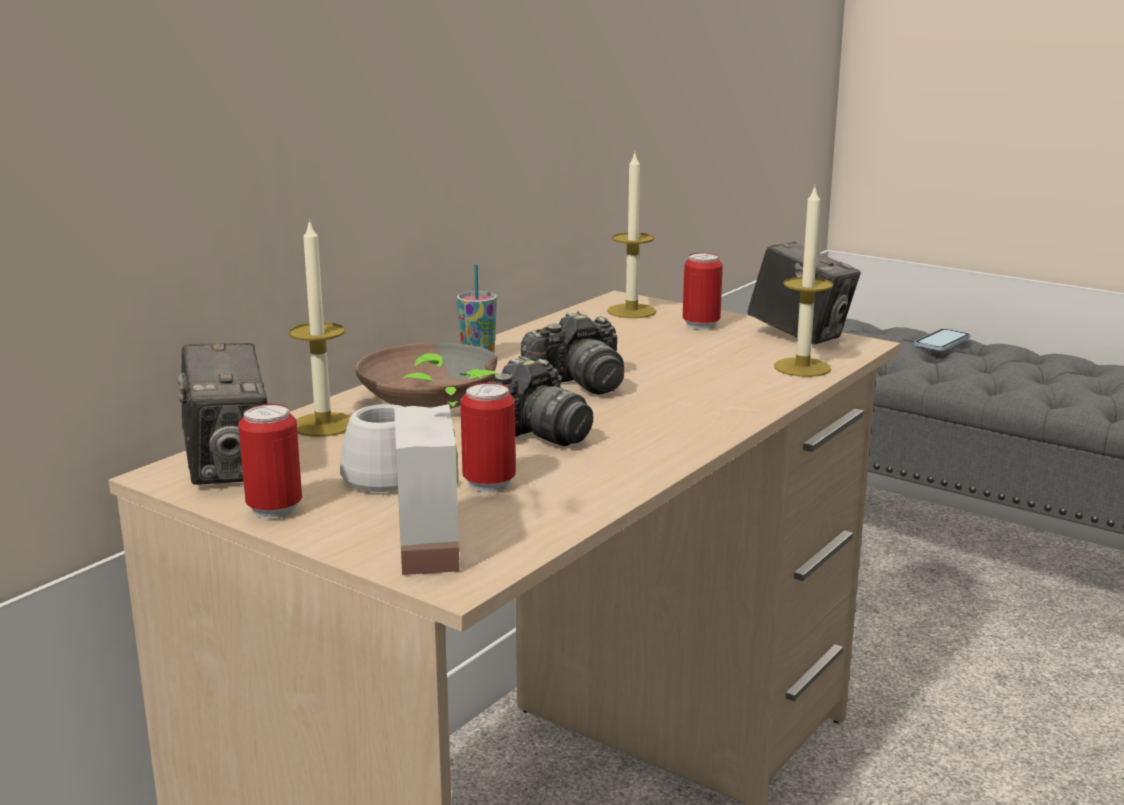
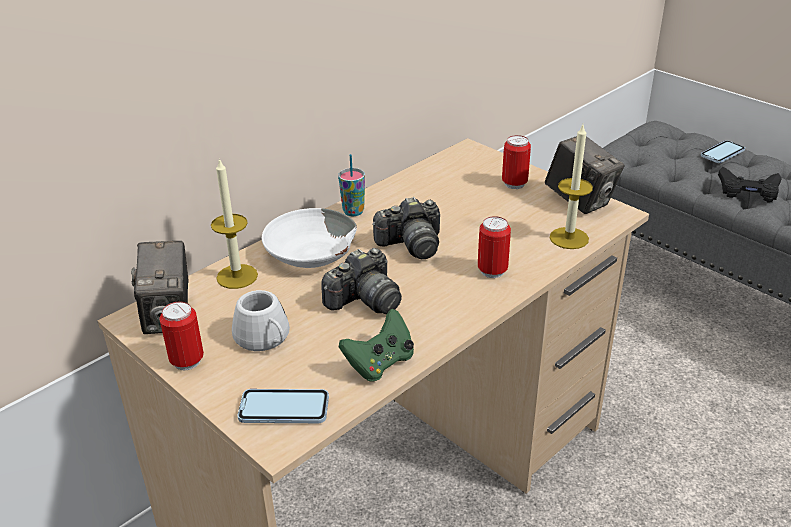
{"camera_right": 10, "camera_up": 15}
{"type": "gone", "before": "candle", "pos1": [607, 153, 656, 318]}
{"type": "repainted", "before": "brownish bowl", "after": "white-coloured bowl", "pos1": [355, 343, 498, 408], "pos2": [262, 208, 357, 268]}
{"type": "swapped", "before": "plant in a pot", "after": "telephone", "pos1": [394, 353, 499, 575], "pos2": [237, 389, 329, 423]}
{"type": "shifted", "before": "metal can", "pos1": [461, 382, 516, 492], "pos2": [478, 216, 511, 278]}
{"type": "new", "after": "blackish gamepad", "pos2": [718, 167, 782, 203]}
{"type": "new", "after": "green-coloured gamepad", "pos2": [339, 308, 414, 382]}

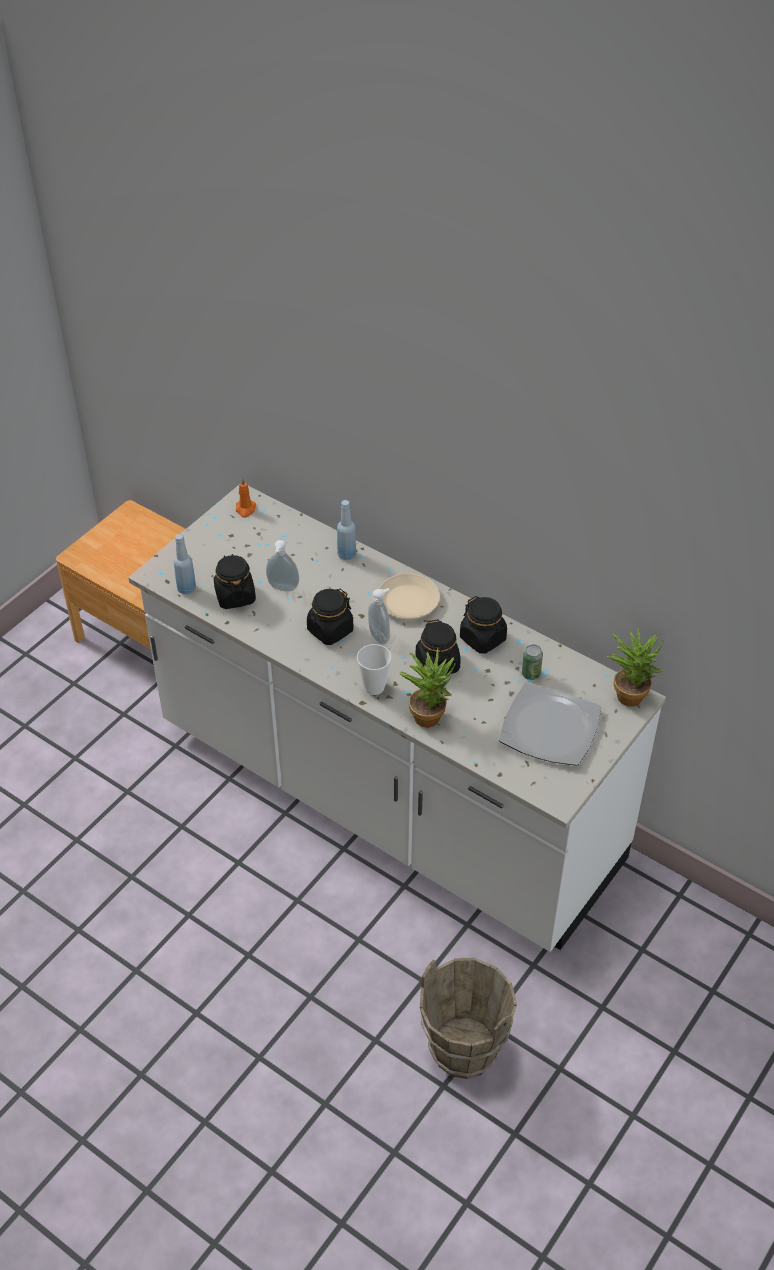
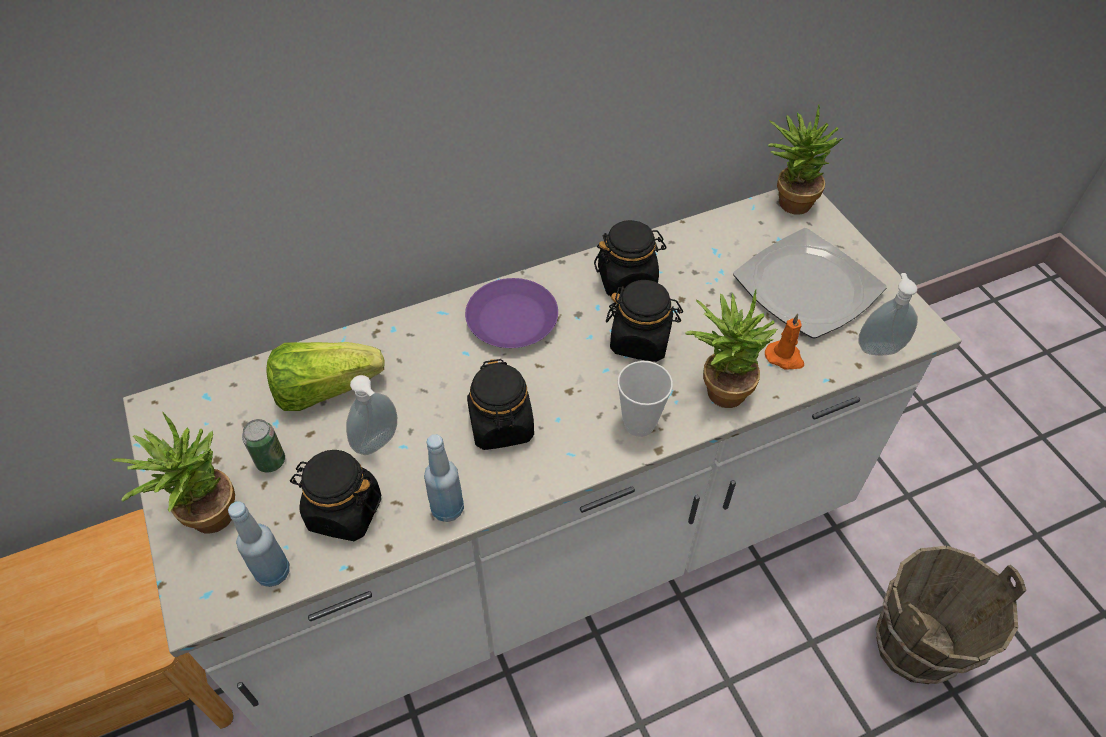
{"camera_right": -60, "camera_up": 5}
{"type": "shifted", "before": "orangey candle", "pos1": [236, 479, 256, 518], "pos2": [765, 314, 804, 370]}
{"type": "shifted", "before": "bluish drink bottle", "pos1": [337, 500, 356, 560], "pos2": [424, 434, 464, 522]}
{"type": "repainted", "before": "beige dinner plate", "after": "purplish dinner plate", "pos1": [379, 574, 440, 619], "pos2": [465, 278, 558, 348]}
{"type": "shifted", "before": "soap dispenser", "pos1": [368, 588, 390, 644], "pos2": [858, 273, 918, 355]}
{"type": "shifted", "before": "metal can", "pos1": [522, 645, 543, 680], "pos2": [242, 419, 285, 473]}
{"type": "new", "after": "lettuce", "pos2": [266, 342, 384, 411]}
{"type": "new", "after": "plant in a pot", "pos2": [111, 411, 235, 534]}

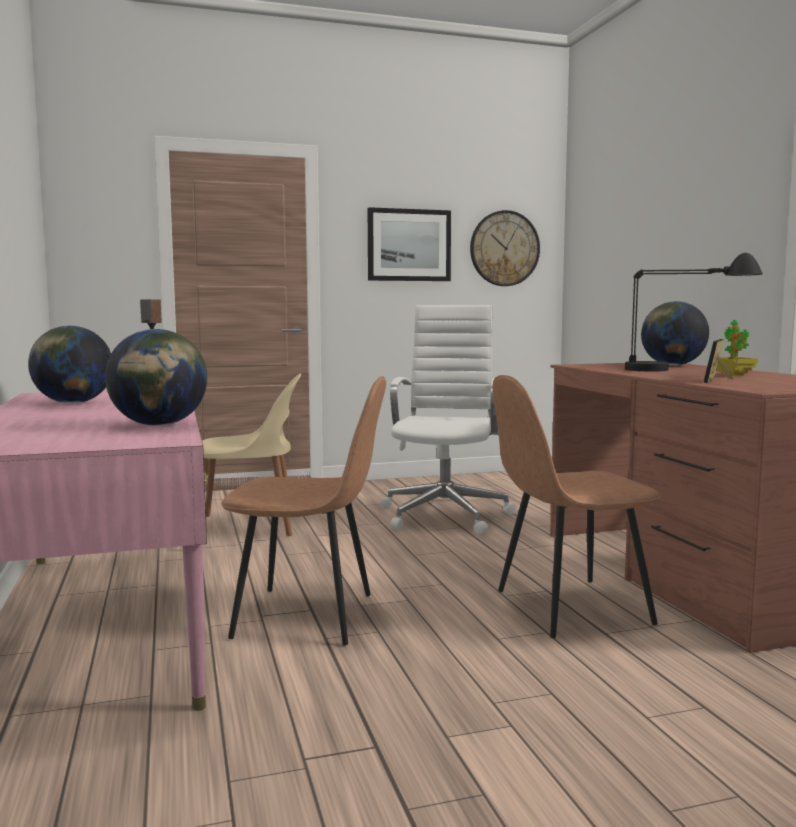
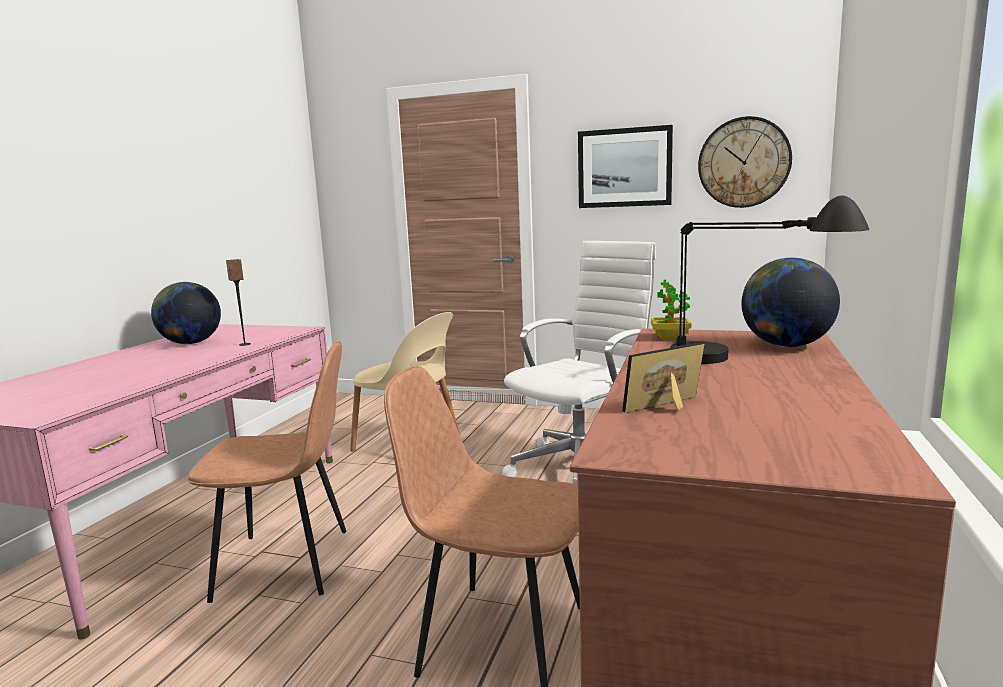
{"camera_right": 35, "camera_up": 5}
{"type": "shifted", "before": "plant in a pot", "pos1": [717, 320, 758, 375], "pos2": [651, 280, 691, 340]}
{"type": "gone", "before": "world globe", "pos1": [105, 329, 207, 426]}
{"type": "rotated", "before": "brownish upright chair", "pos1": [221, 376, 386, 645], "pos2": [187, 341, 346, 603], "turn": -45}

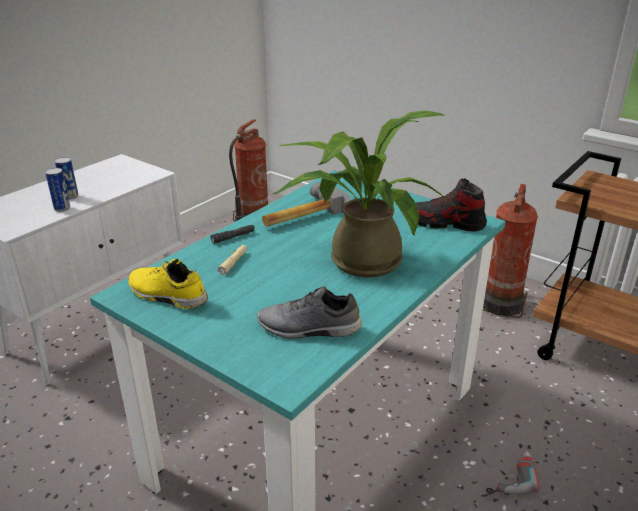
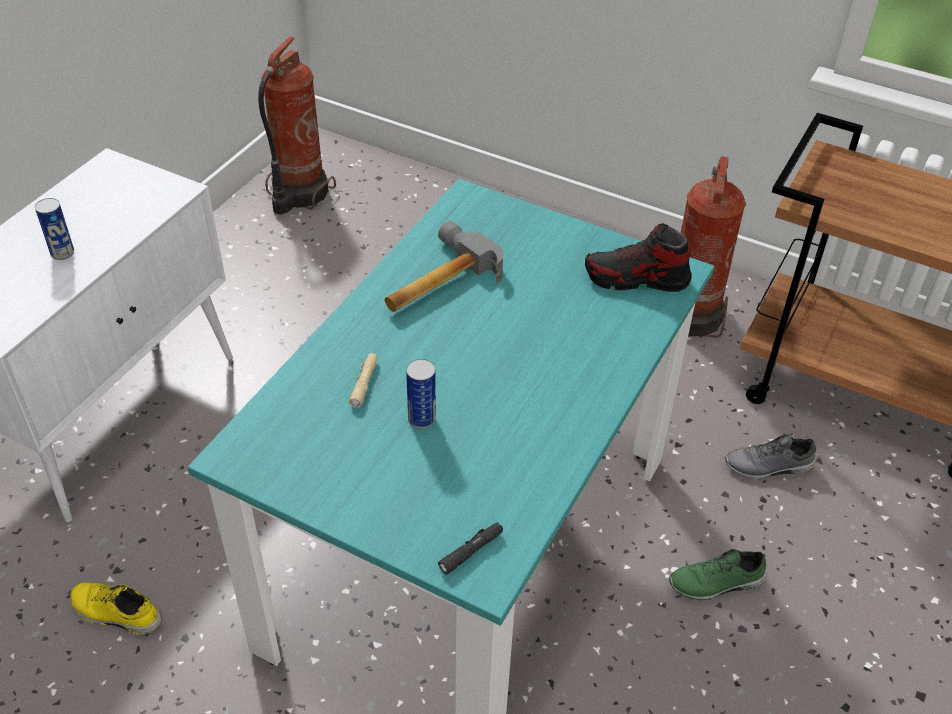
{"camera_right": -10, "camera_up": 15}
{"type": "gone", "before": "plant in a pot", "pos1": [274, 111, 454, 278]}
{"type": "shifted", "before": "metal can", "pos1": [45, 168, 70, 212], "pos2": [406, 359, 436, 429]}
{"type": "shifted", "before": "blackish hand torch", "pos1": [211, 225, 255, 244], "pos2": [438, 522, 503, 575]}
{"type": "shifted", "before": "yellow low shoe", "pos1": [128, 259, 208, 309], "pos2": [70, 582, 162, 635]}
{"type": "shifted", "before": "greyish low shoe", "pos1": [257, 286, 362, 339], "pos2": [725, 434, 816, 479]}
{"type": "swapped", "before": "drill", "after": "green-coloured low shoe", "pos1": [481, 451, 539, 496], "pos2": [669, 549, 767, 601]}

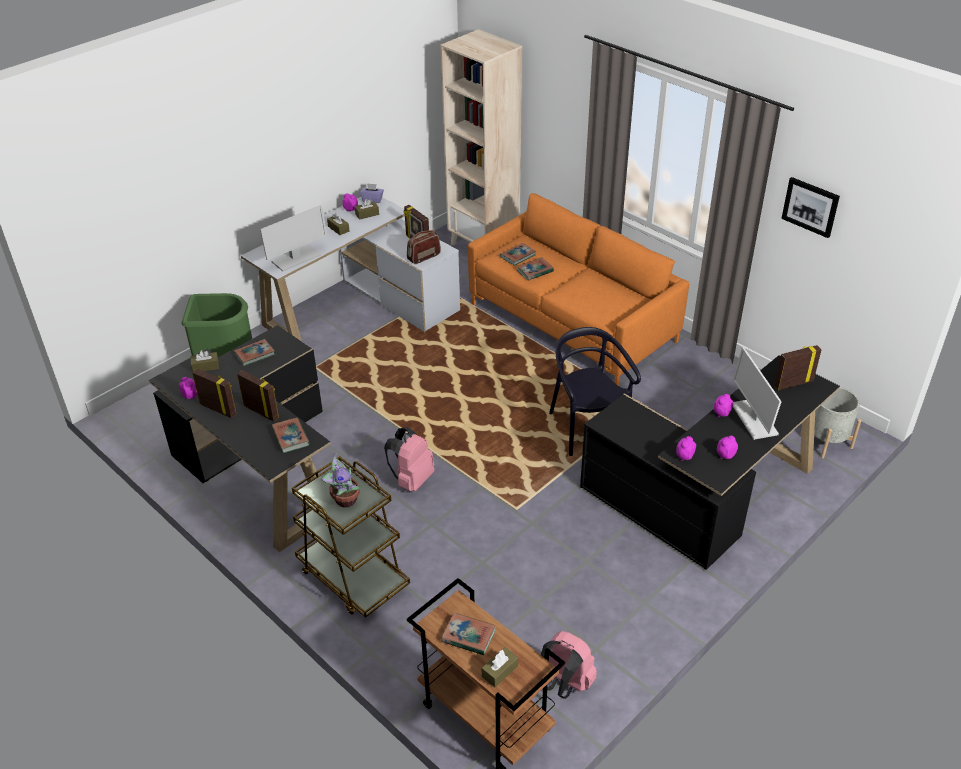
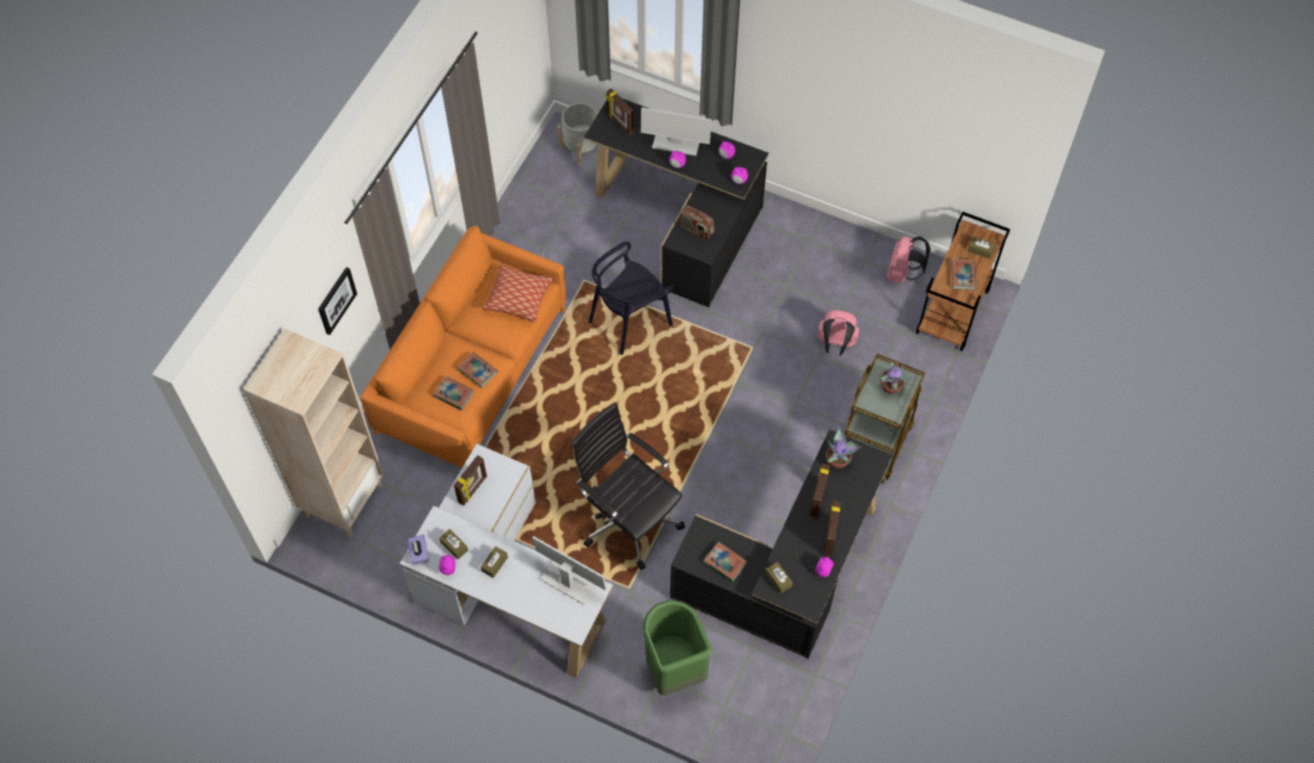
{"camera_right": -110, "camera_up": 20}
{"type": "shifted", "before": "wall art", "pos1": [781, 177, 840, 238], "pos2": [318, 267, 357, 335]}
{"type": "shifted", "before": "radio", "pos1": [407, 230, 441, 264], "pos2": [678, 205, 715, 241]}
{"type": "rotated", "before": "computer screen", "pos1": [733, 347, 782, 440], "pos2": [641, 107, 712, 156], "turn": 45}
{"type": "swapped", "before": "volume", "after": "plant in a pot", "pos1": [272, 418, 310, 453], "pos2": [826, 427, 861, 469]}
{"type": "shifted", "before": "pink-coloured backpack", "pos1": [384, 427, 434, 492], "pos2": [818, 310, 859, 356]}
{"type": "new", "after": "throw pillow", "pos2": [482, 264, 553, 323]}
{"type": "new", "after": "blackish computer chair", "pos2": [571, 402, 685, 570]}

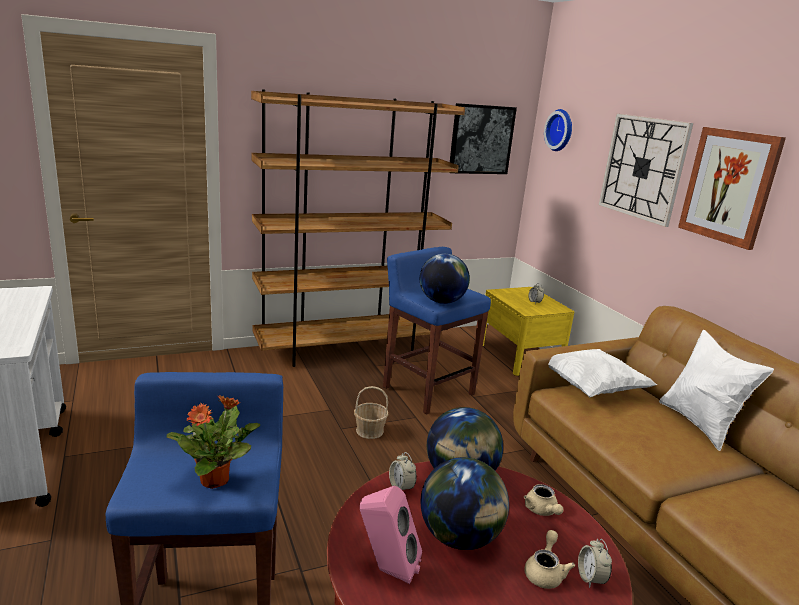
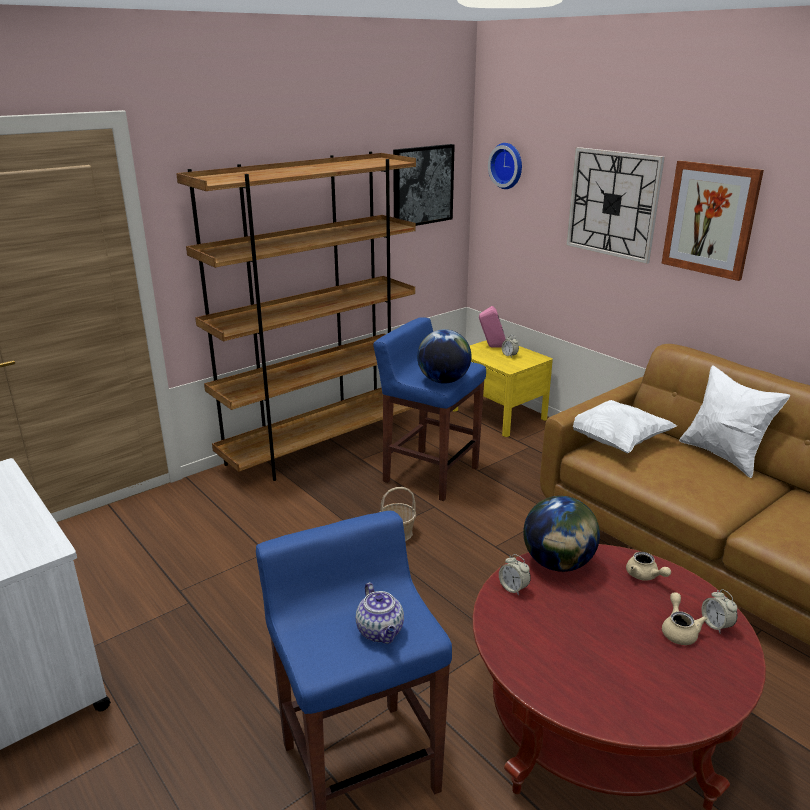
{"camera_right": -15, "camera_up": 5}
{"type": "swapped", "before": "plant in a pot", "after": "tea pot", "pos1": [167, 395, 260, 489], "pos2": [356, 582, 404, 644]}
{"type": "gone", "before": "world globe", "pos1": [421, 457, 509, 550]}
{"type": "shifted", "before": "pink-coloured audio speaker", "pos1": [360, 486, 422, 584], "pos2": [479, 306, 506, 348]}

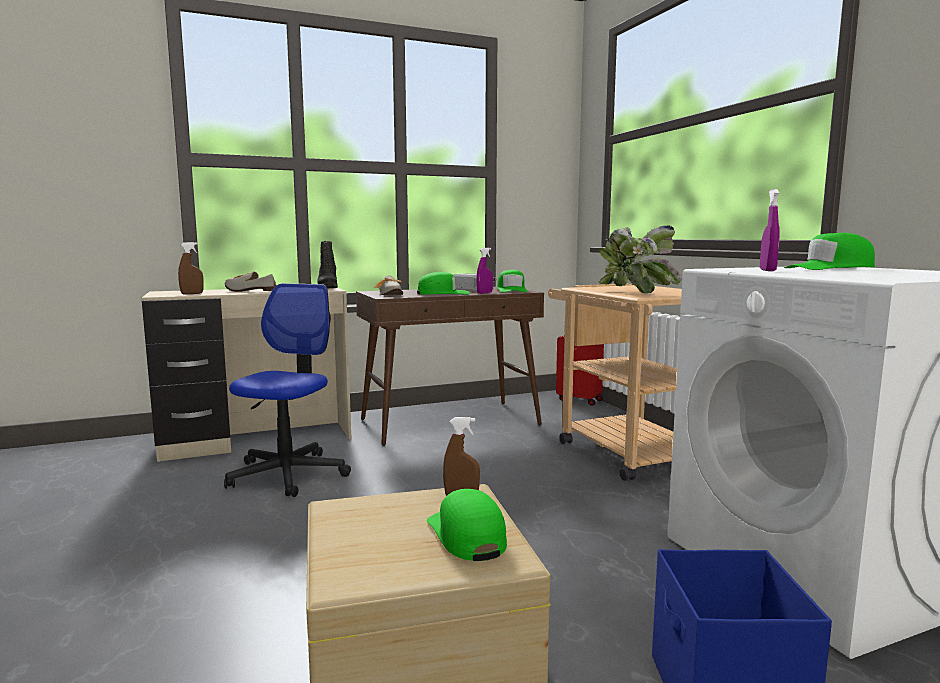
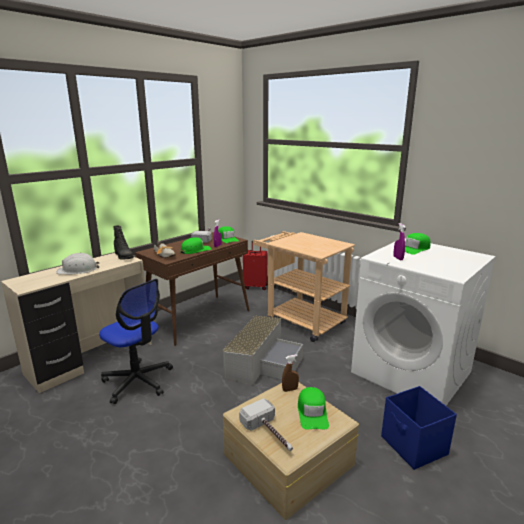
{"camera_right": -25, "camera_up": 10}
{"type": "gone", "before": "plant in a pot", "pos1": [599, 226, 682, 294]}
{"type": "gone", "before": "brownish spray bottle", "pos1": [178, 242, 204, 295]}
{"type": "swapped", "before": "low shoe", "after": "white-coloured hard hat", "pos1": [224, 271, 277, 292], "pos2": [56, 252, 100, 274]}
{"type": "rotated", "before": "computer chair", "pos1": [224, 283, 351, 497], "pos2": [99, 279, 173, 404], "turn": 135}
{"type": "rotated", "before": "green-coloured peaked cap", "pos1": [427, 489, 507, 561], "pos2": [298, 387, 329, 429], "turn": -135}
{"type": "new", "after": "greyish storage container", "pos2": [223, 316, 303, 385]}
{"type": "new", "after": "hand hammer", "pos2": [239, 398, 293, 451]}

